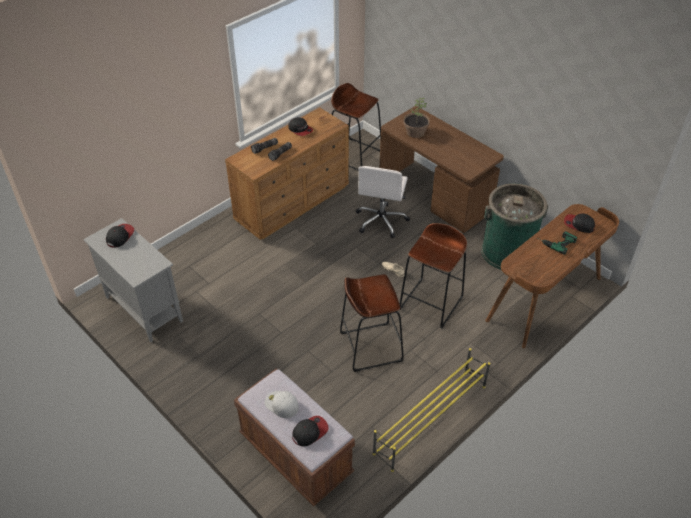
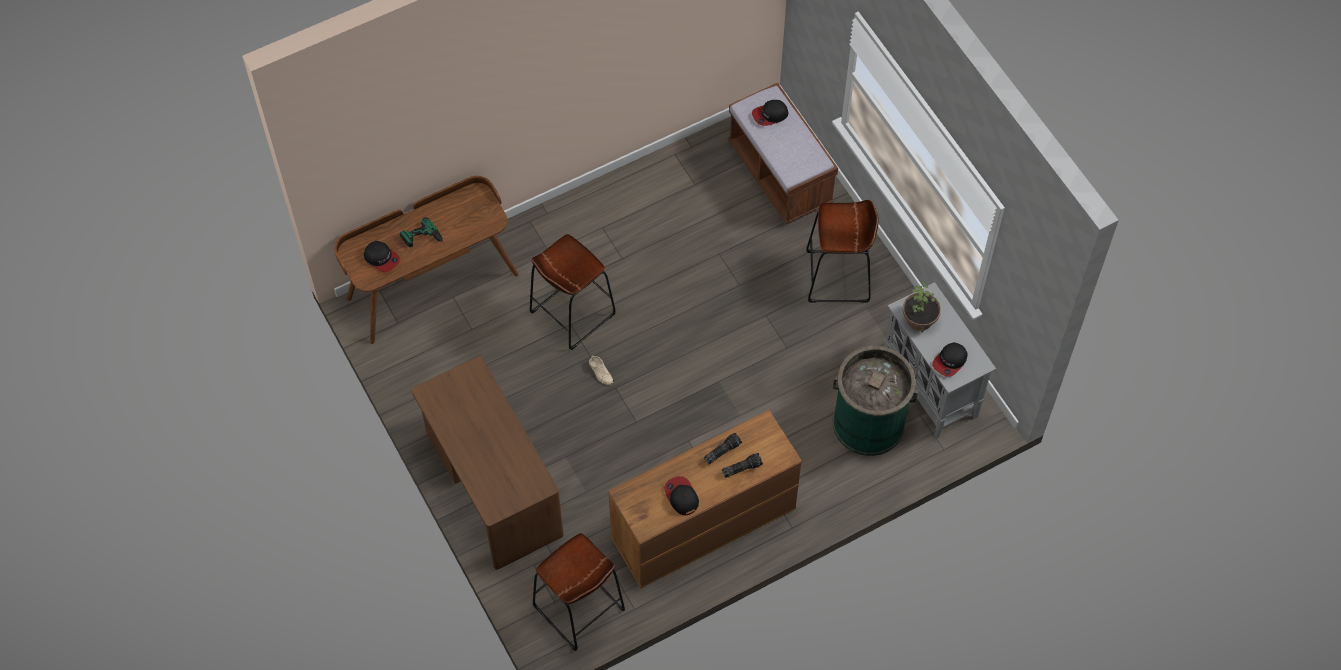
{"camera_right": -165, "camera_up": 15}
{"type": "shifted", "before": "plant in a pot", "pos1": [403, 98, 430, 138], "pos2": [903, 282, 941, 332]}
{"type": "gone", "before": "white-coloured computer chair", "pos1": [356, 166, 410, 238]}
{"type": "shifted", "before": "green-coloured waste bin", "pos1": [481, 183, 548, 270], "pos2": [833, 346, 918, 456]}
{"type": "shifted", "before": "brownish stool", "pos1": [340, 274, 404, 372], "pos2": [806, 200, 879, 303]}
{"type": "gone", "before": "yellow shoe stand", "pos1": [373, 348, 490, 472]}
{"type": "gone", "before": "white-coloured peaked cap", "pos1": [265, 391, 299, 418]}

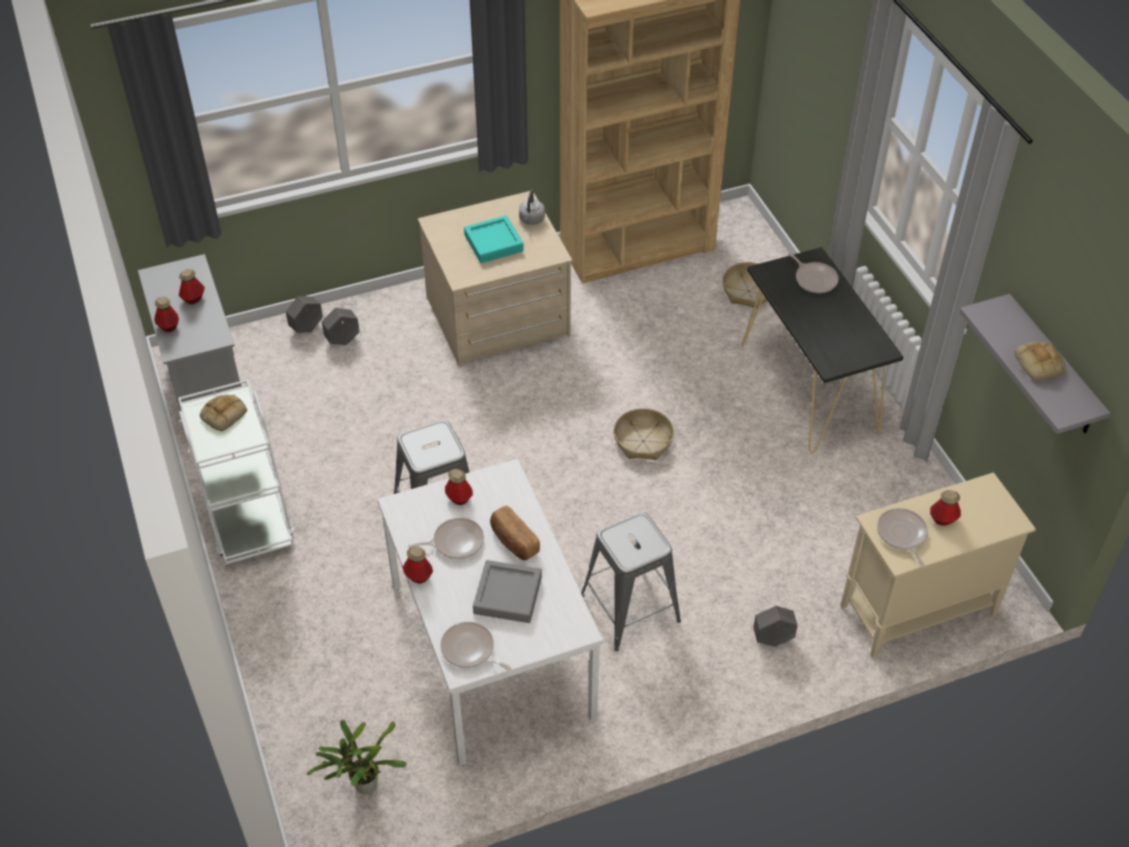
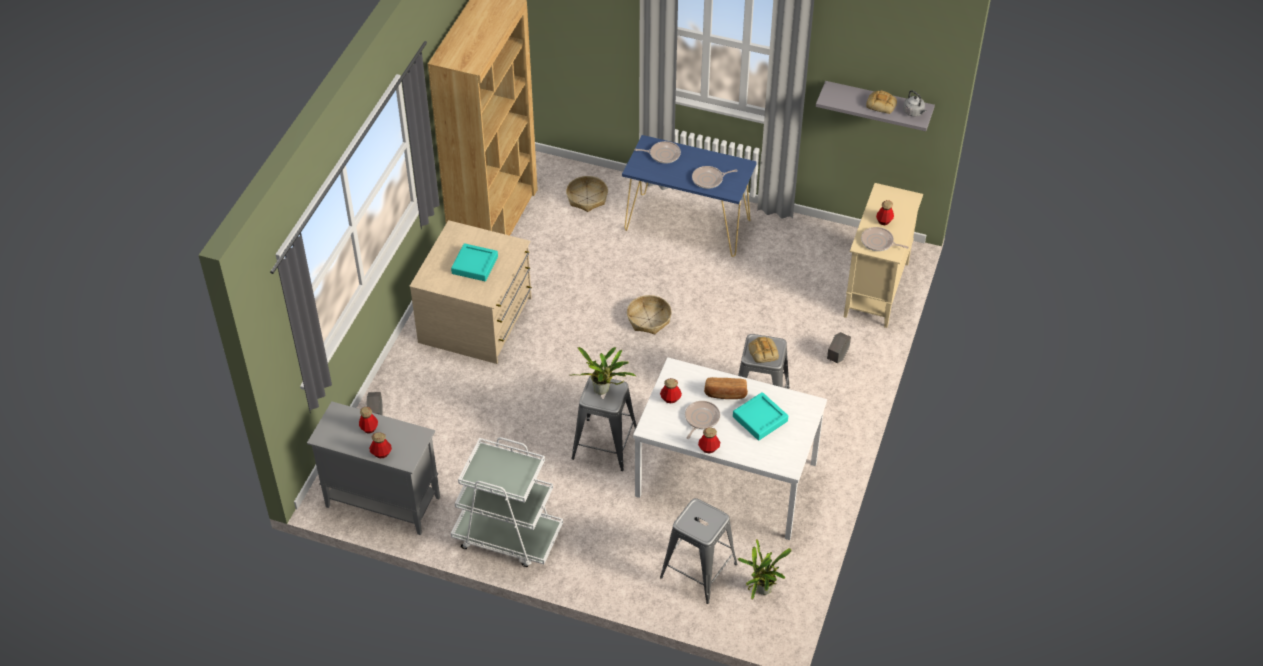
{"camera_right": -50, "camera_up": 0}
{"type": "shifted", "before": "greyish kettle", "pos1": [519, 190, 545, 225], "pos2": [903, 90, 926, 117]}
{"type": "repainted", "before": "blackish hall table", "after": "bluish hall table", "pos1": [742, 247, 903, 453], "pos2": [622, 135, 757, 257]}
{"type": "gone", "before": "greyish flower pot", "pos1": [322, 308, 360, 345]}
{"type": "shifted", "before": "baked bread", "pos1": [200, 394, 247, 432], "pos2": [749, 337, 779, 363]}
{"type": "repainted", "before": "greyish serving tray", "after": "turquoise-coloured serving tray", "pos1": [473, 560, 542, 623], "pos2": [733, 392, 788, 441]}
{"type": "shifted", "before": "pan", "pos1": [440, 622, 511, 671], "pos2": [692, 166, 738, 189]}
{"type": "new", "after": "plant in a pot", "pos2": [573, 347, 636, 395]}
{"type": "new", "after": "greyish stool", "pos2": [660, 498, 737, 604]}

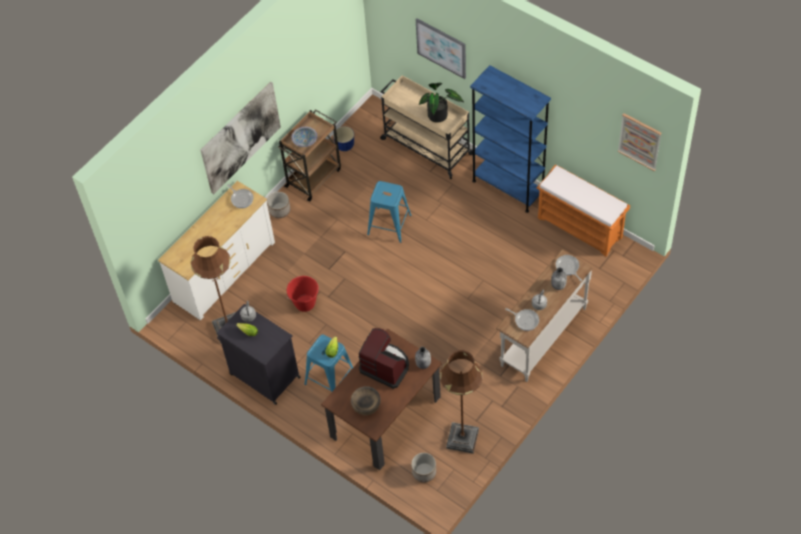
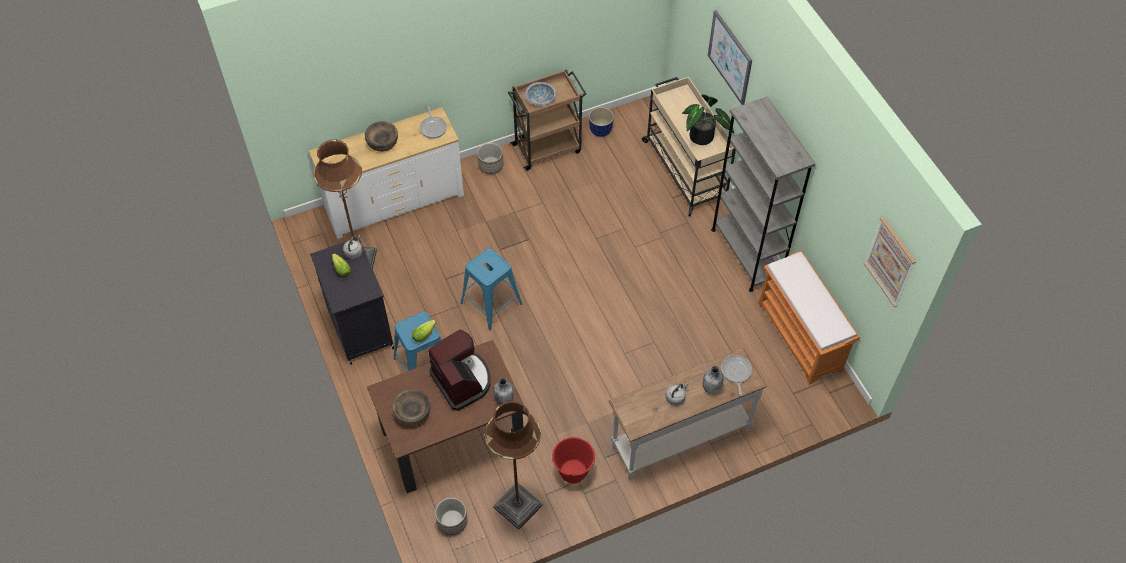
{"camera_right": 25, "camera_up": 0}
{"type": "repainted", "before": "bluish shelving unit", "after": "greyish shelving unit", "pos1": [470, 65, 551, 213], "pos2": [711, 96, 816, 292]}
{"type": "gone", "before": "wall art", "pos1": [200, 82, 281, 194]}
{"type": "shifted", "before": "bluish stool", "pos1": [367, 181, 411, 243], "pos2": [460, 248, 523, 330]}
{"type": "shifted", "before": "red water bucket", "pos1": [287, 276, 319, 312], "pos2": [551, 437, 596, 483]}
{"type": "gone", "before": "pan", "pos1": [505, 308, 539, 331]}
{"type": "new", "after": "brownish bowl", "pos2": [365, 121, 398, 152]}

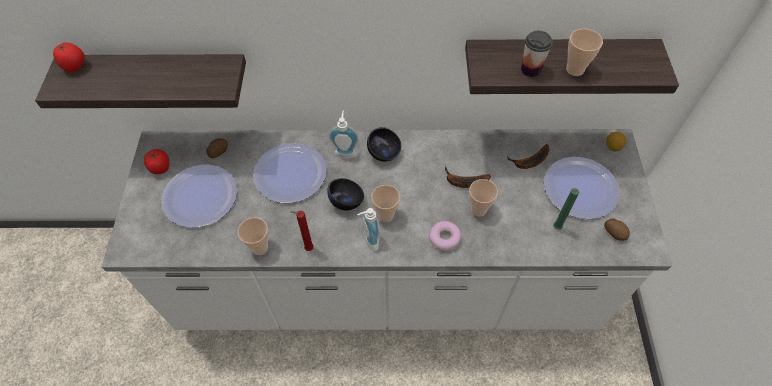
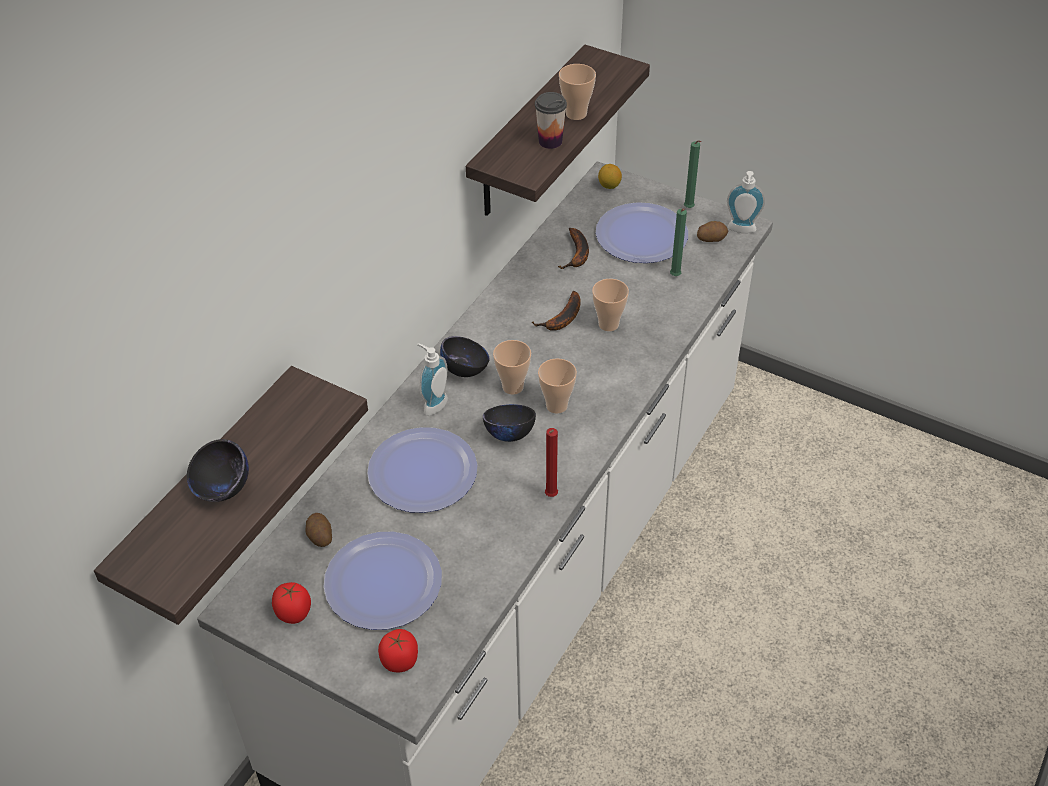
{"camera_right": -60, "camera_up": -10}
{"type": "shifted", "before": "tomato", "pos1": [53, 43, 85, 72], "pos2": [378, 629, 418, 672]}
{"type": "shifted", "before": "soap dispenser", "pos1": [357, 208, 379, 251], "pos2": [727, 171, 765, 233]}
{"type": "shifted", "before": "drinking cup", "pos1": [238, 218, 268, 255], "pos2": [493, 340, 531, 395]}
{"type": "gone", "before": "donut", "pos1": [429, 221, 462, 251]}
{"type": "new", "after": "green-coloured candle", "pos2": [684, 140, 701, 208]}
{"type": "new", "after": "blackish bowl", "pos2": [187, 439, 249, 502]}

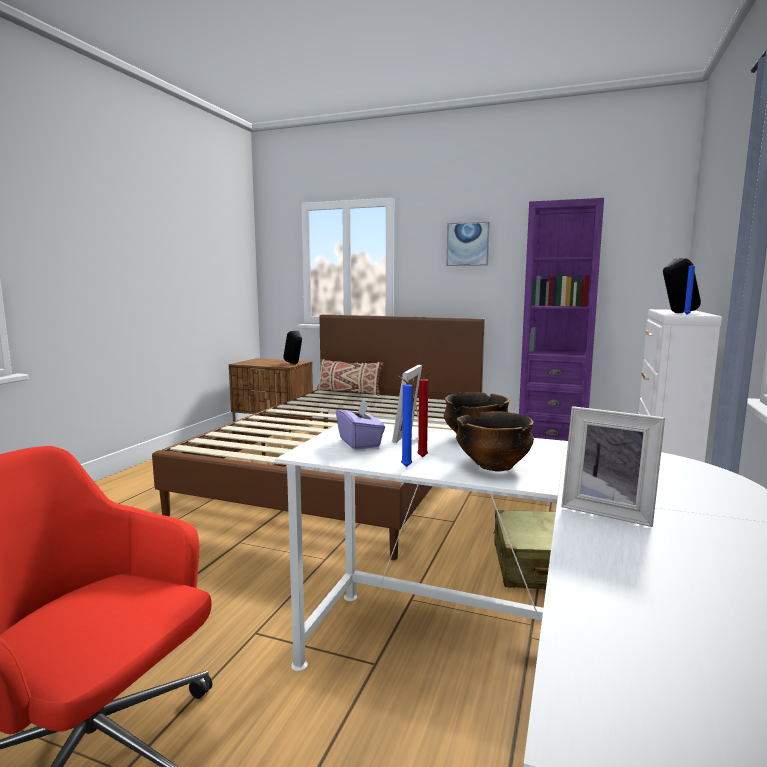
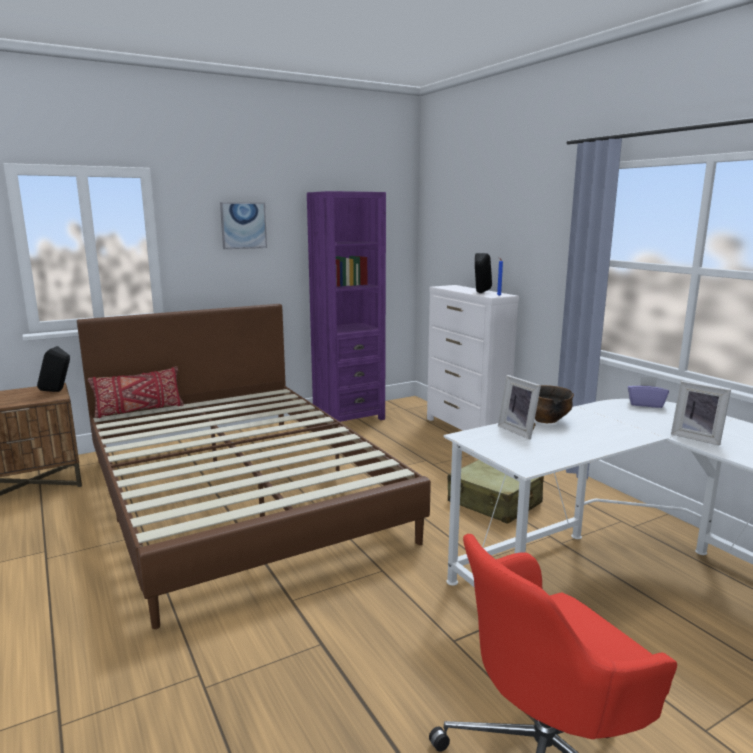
{"camera_right": -50, "camera_up": 5}
{"type": "repainted", "before": "beige throw pillow", "after": "red throw pillow", "pos1": [317, 359, 383, 396], "pos2": [88, 366, 184, 418]}
{"type": "gone", "before": "red candle", "pos1": [417, 372, 430, 457]}
{"type": "gone", "before": "bluish candle", "pos1": [398, 376, 412, 467]}
{"type": "shifted", "before": "purplish box of tissues", "pos1": [336, 399, 385, 450], "pos2": [628, 376, 669, 408]}
{"type": "rotated", "before": "standing frame", "pos1": [561, 406, 665, 527], "pos2": [671, 381, 731, 446], "turn": 60}
{"type": "gone", "before": "bowl", "pos1": [456, 411, 534, 471]}

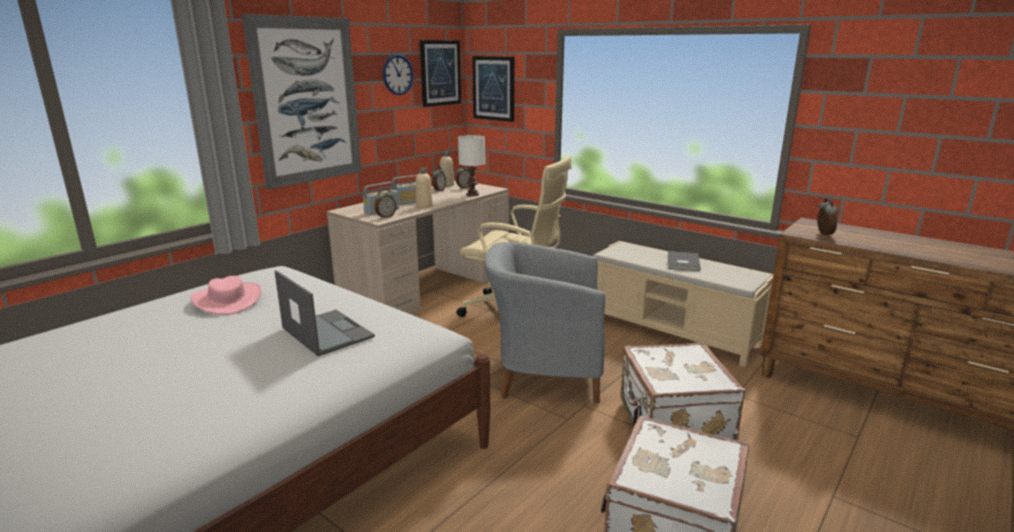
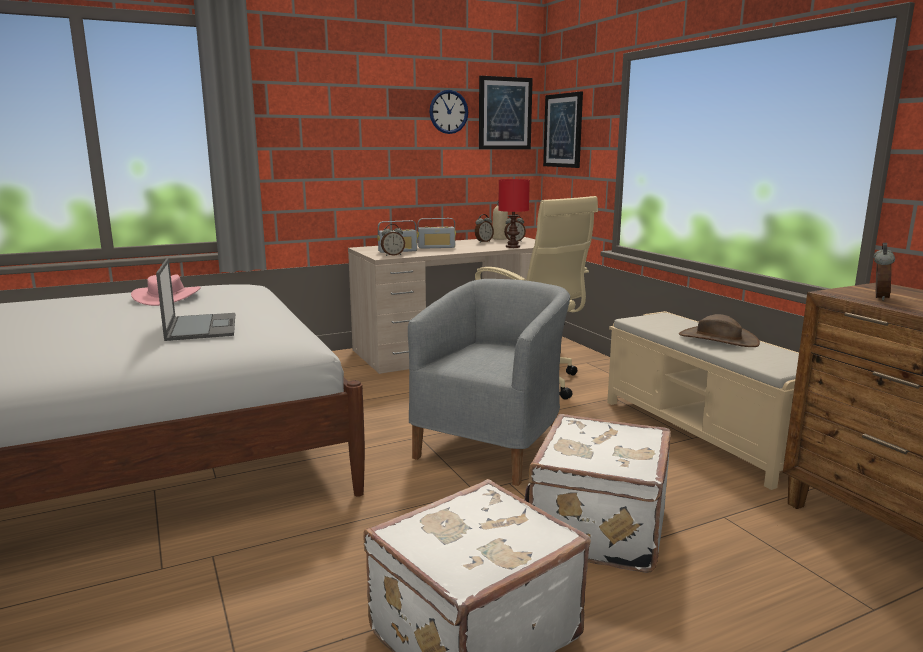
{"camera_right": 25, "camera_up": -5}
{"type": "gone", "before": "wall art", "pos1": [242, 14, 362, 189]}
{"type": "repainted", "before": "white-coloured table lamp", "after": "red table lamp", "pos1": [458, 135, 485, 196], "pos2": [498, 179, 530, 248]}
{"type": "gone", "before": "beige drink bottle", "pos1": [416, 168, 433, 208]}
{"type": "rotated", "before": "greyish armchair", "pos1": [485, 242, 605, 403], "pos2": [408, 279, 570, 486], "turn": 90}
{"type": "swapped", "before": "greyish volume", "after": "brownish wearable hat", "pos1": [668, 251, 701, 271], "pos2": [679, 314, 760, 347]}

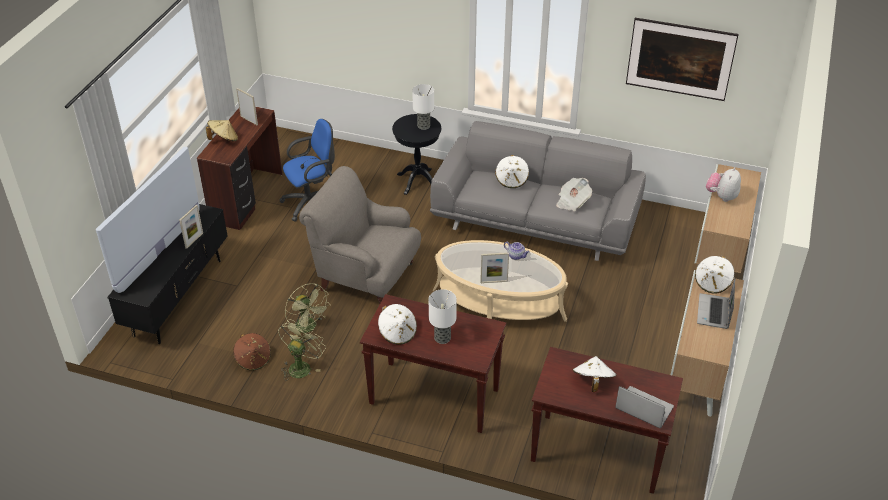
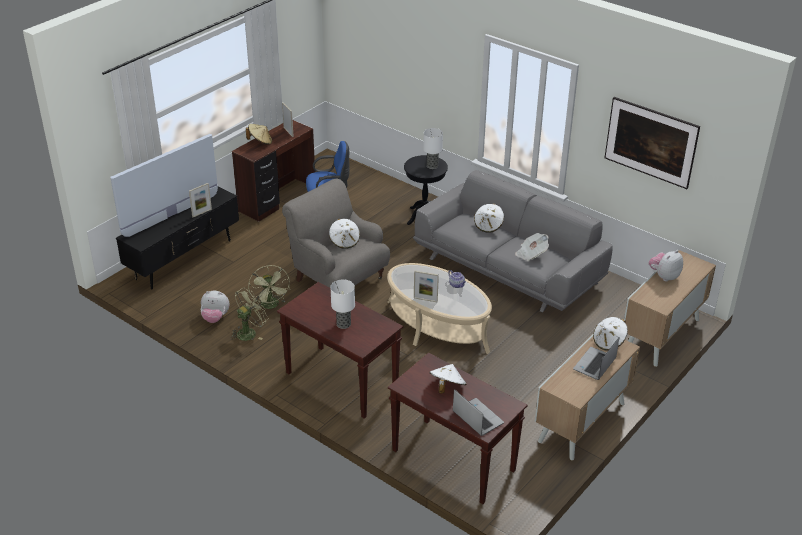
{"camera_right": 20, "camera_up": -5}
{"type": "shifted", "before": "white-coloured wearable hat", "pos1": [378, 304, 417, 345], "pos2": [329, 219, 360, 249]}
{"type": "swapped", "before": "brownish wearable hat", "after": "cuddly toy", "pos1": [234, 333, 271, 371], "pos2": [201, 291, 229, 323]}

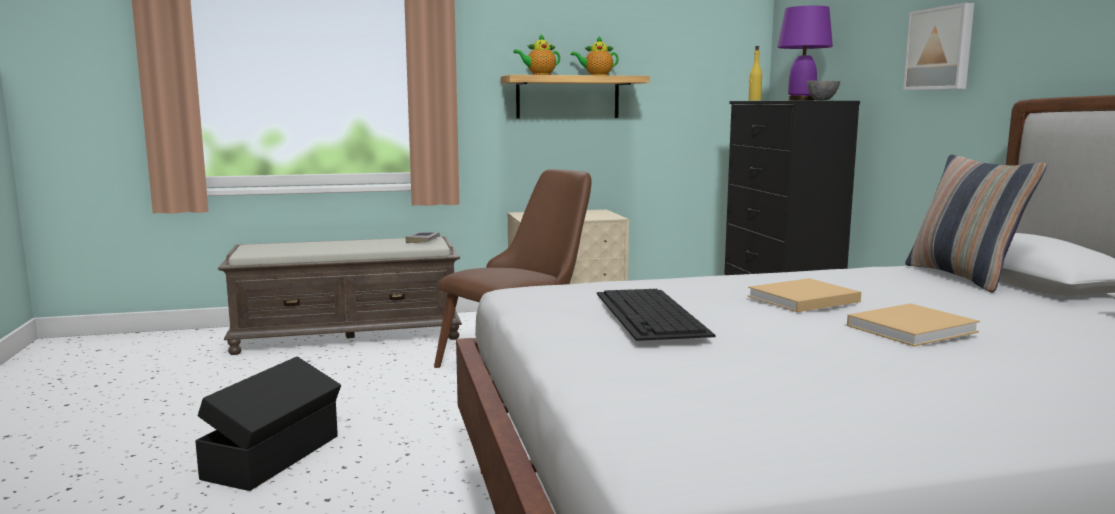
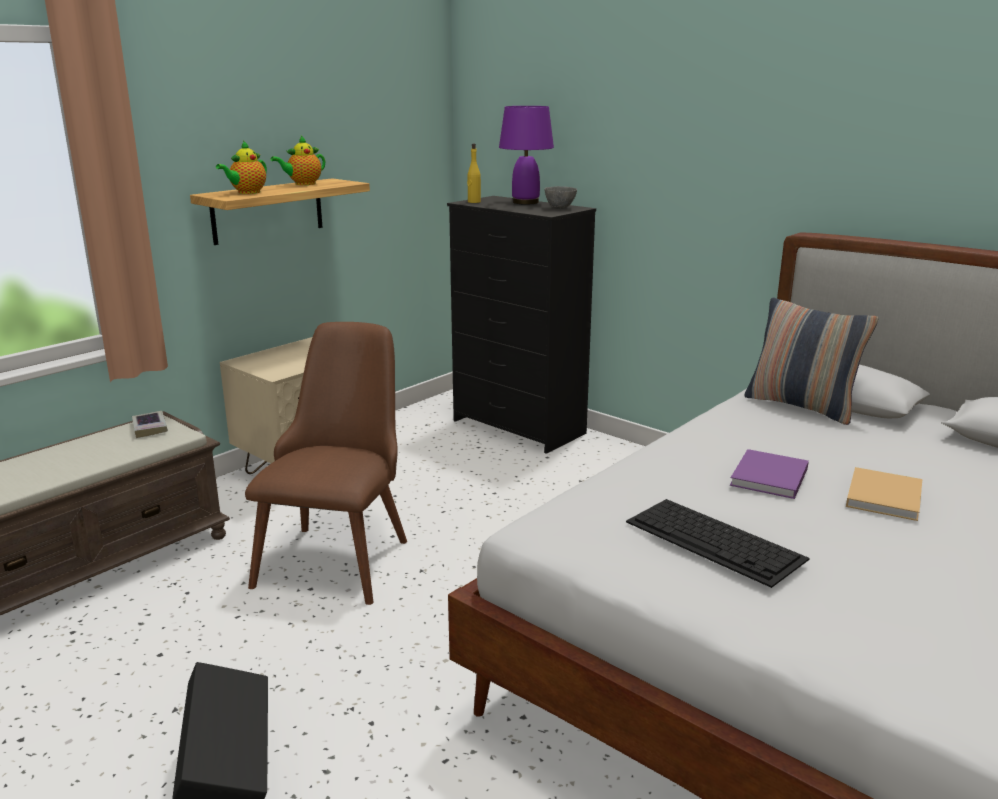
{"camera_right": -35, "camera_up": 10}
{"type": "gone", "before": "wall art", "pos1": [903, 3, 974, 90]}
{"type": "repainted", "before": "beige volume", "after": "purplish volume", "pos1": [748, 278, 861, 312], "pos2": [730, 449, 809, 499]}

